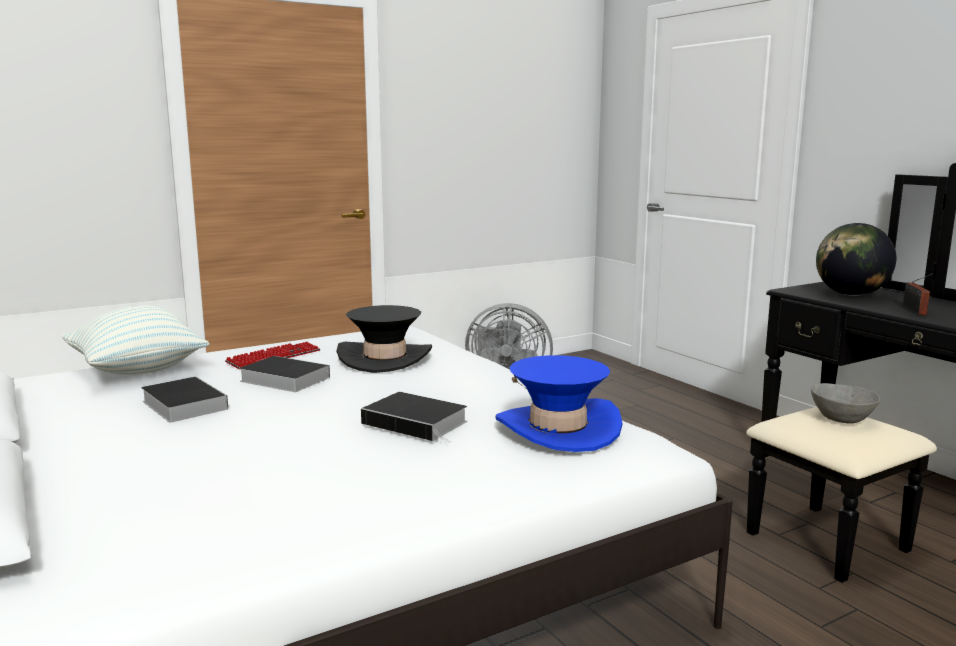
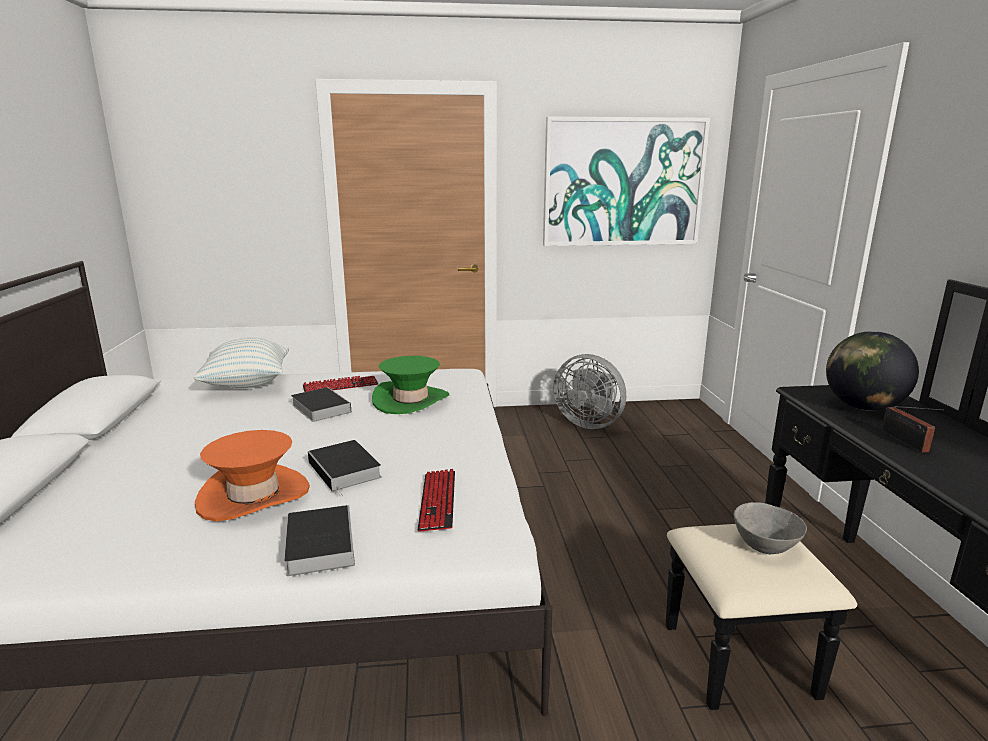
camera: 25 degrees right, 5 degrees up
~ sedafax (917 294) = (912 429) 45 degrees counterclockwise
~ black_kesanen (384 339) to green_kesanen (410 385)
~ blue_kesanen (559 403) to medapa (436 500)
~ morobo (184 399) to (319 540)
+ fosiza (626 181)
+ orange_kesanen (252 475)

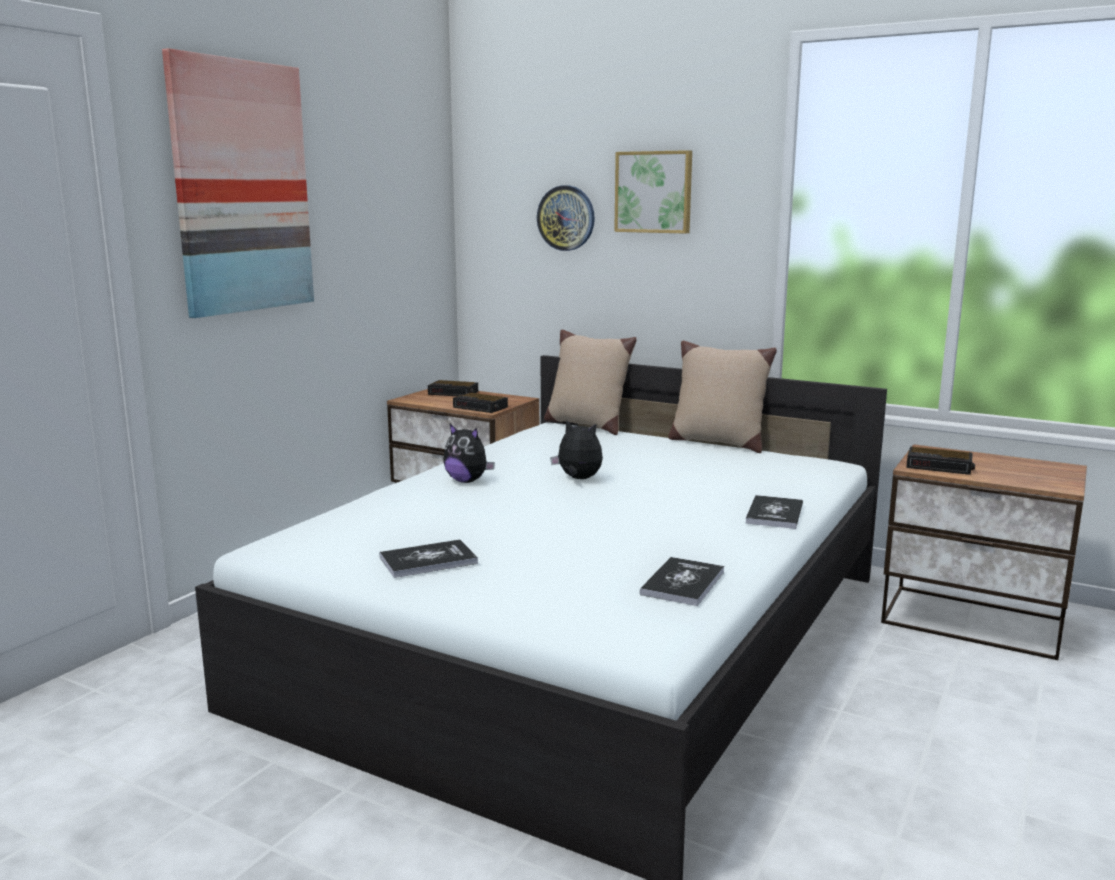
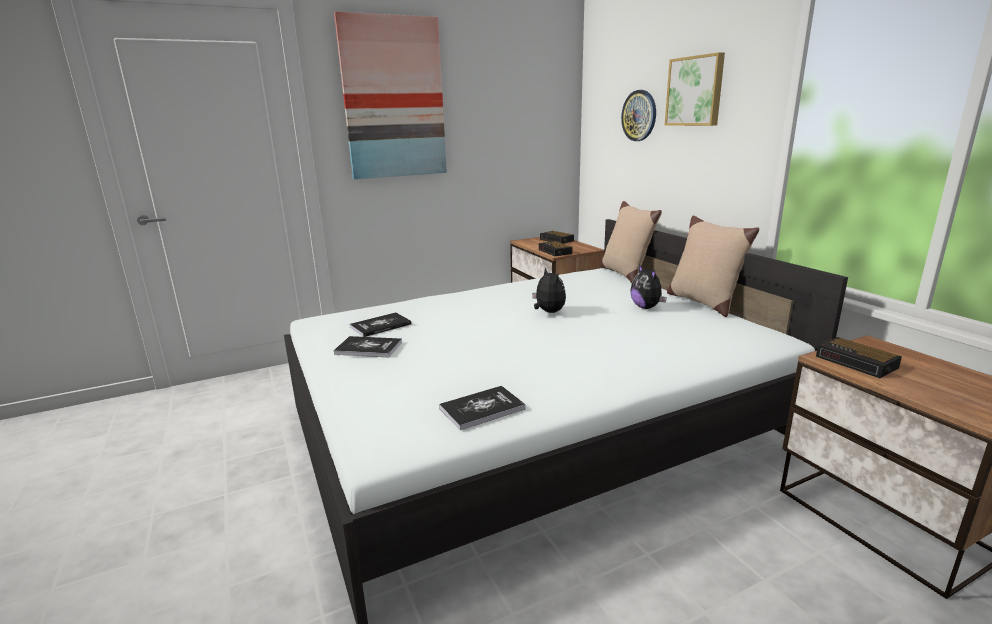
camera: 35 degrees right, 5 degrees up
~ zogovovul (469 453) to (648 286)
~ morobo (774 512) to (381 324)

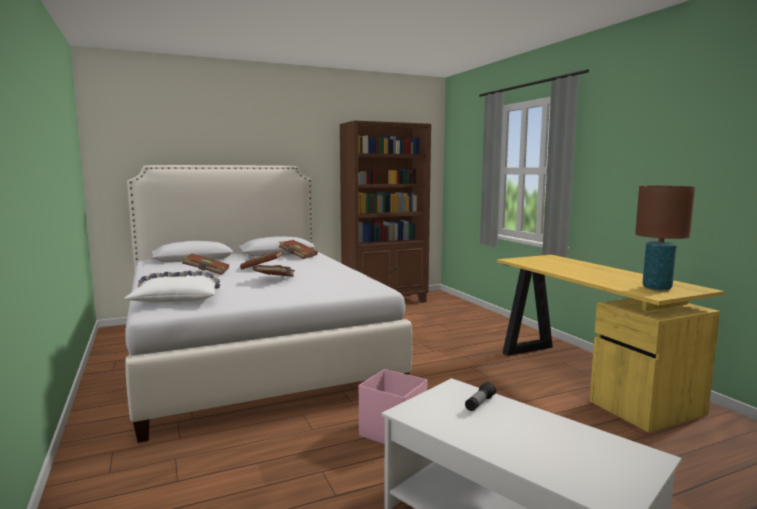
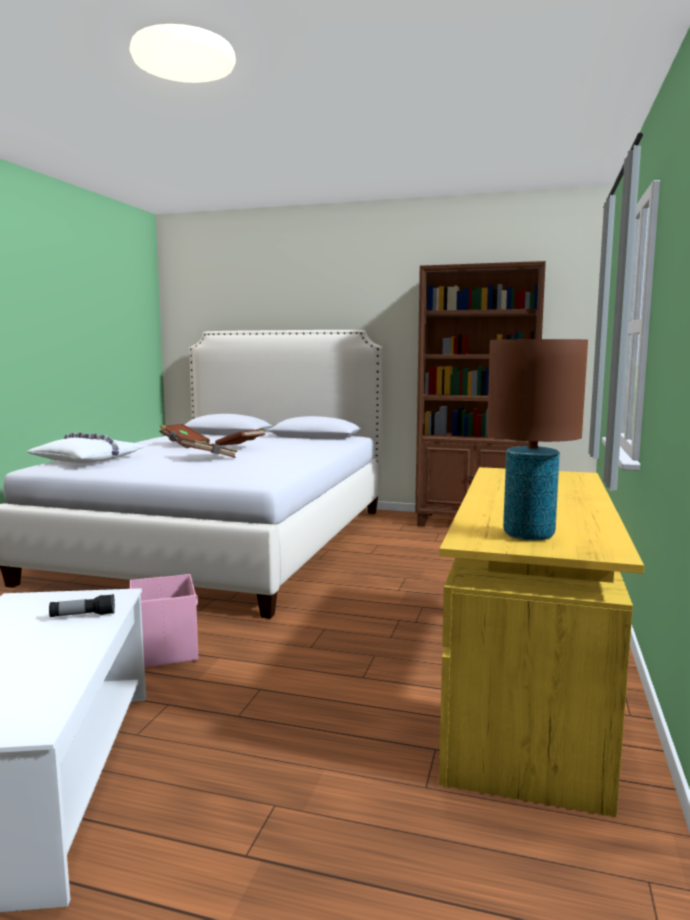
camera: 40 degrees right, 0 degrees up
- brown_morobo (298 249)

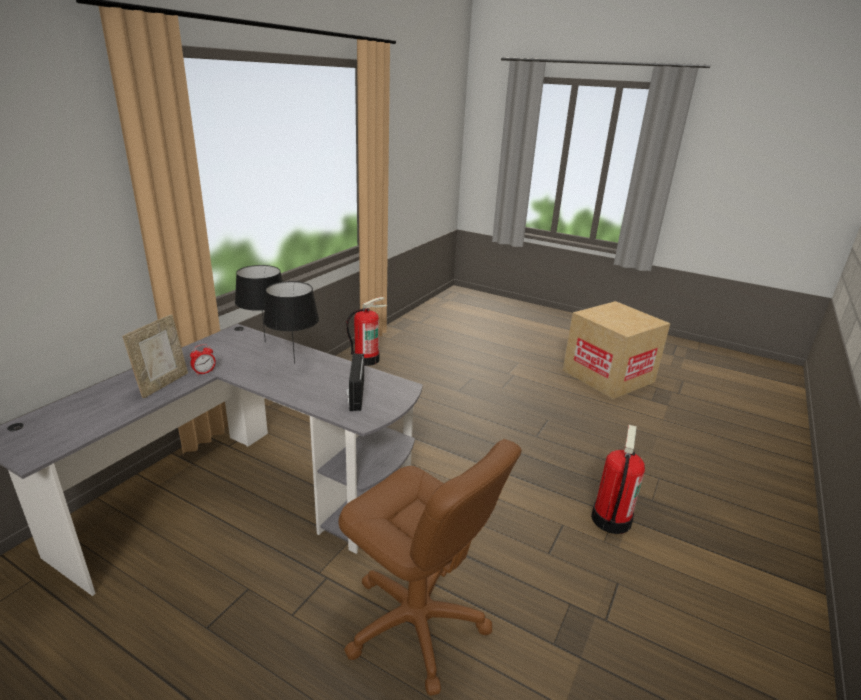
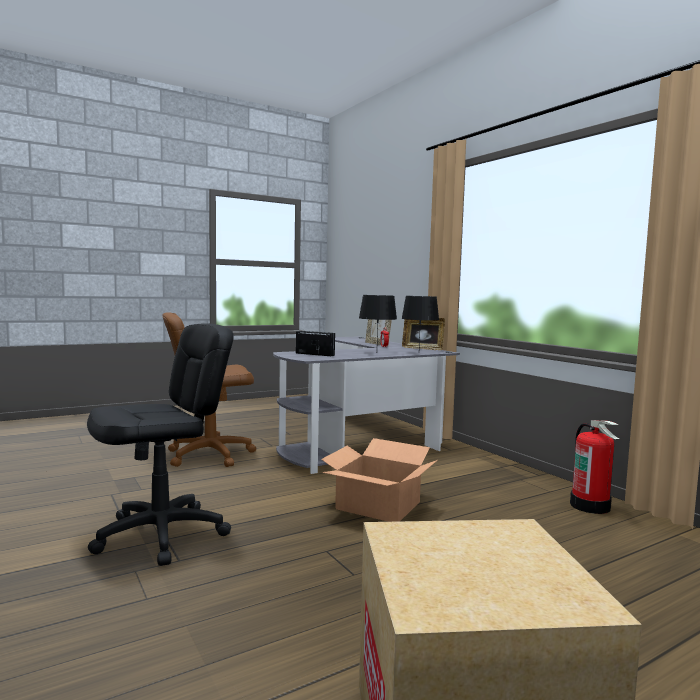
camera: 120 degrees right, 20 degrees down
~ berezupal (618 479) to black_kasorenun (160 445)
+ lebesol (423 334)
+ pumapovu (379 480)

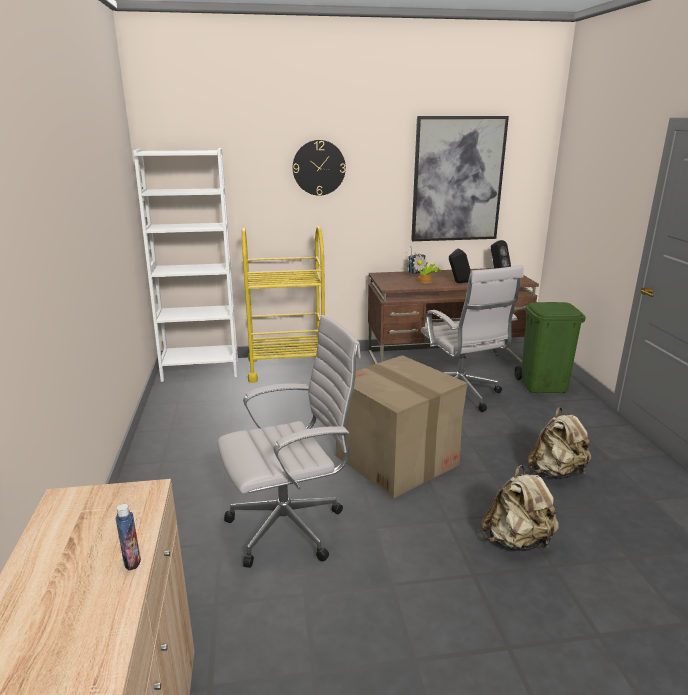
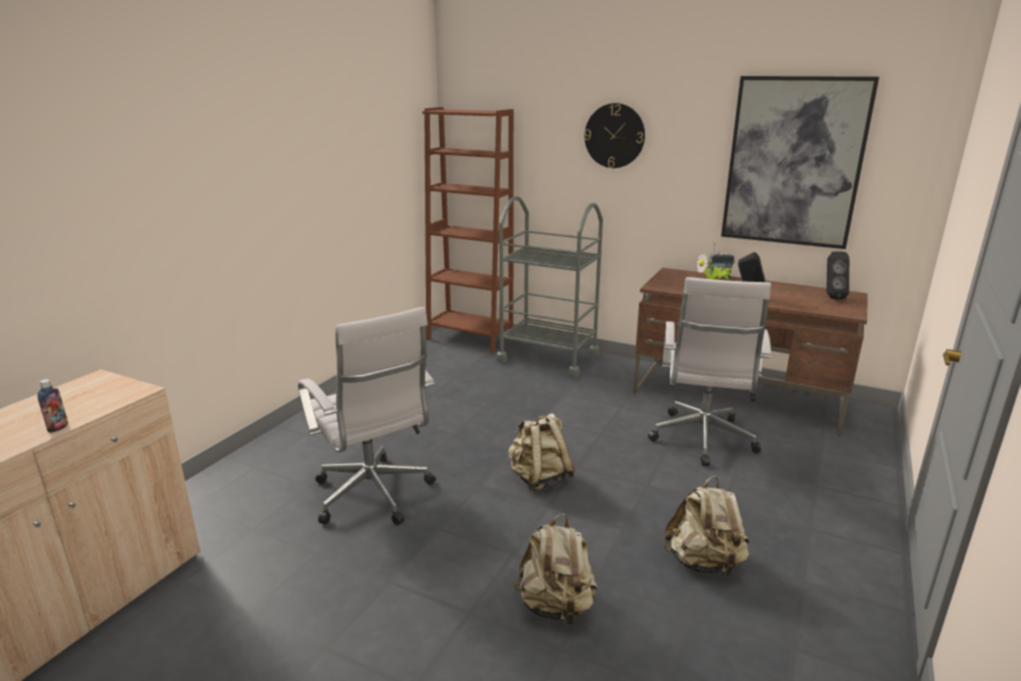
camera: 35 degrees right, 0 degrees up
~ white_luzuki (185 265) to brown_luzuki (468 230)
~ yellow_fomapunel (283 304) to grey_fomapunel (549 287)
- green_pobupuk (550 347)
~ white_kasorenun (289 441) = (367 416) 45 degrees clockwise
~ pumapovu (402 427) to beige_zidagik (541 452)

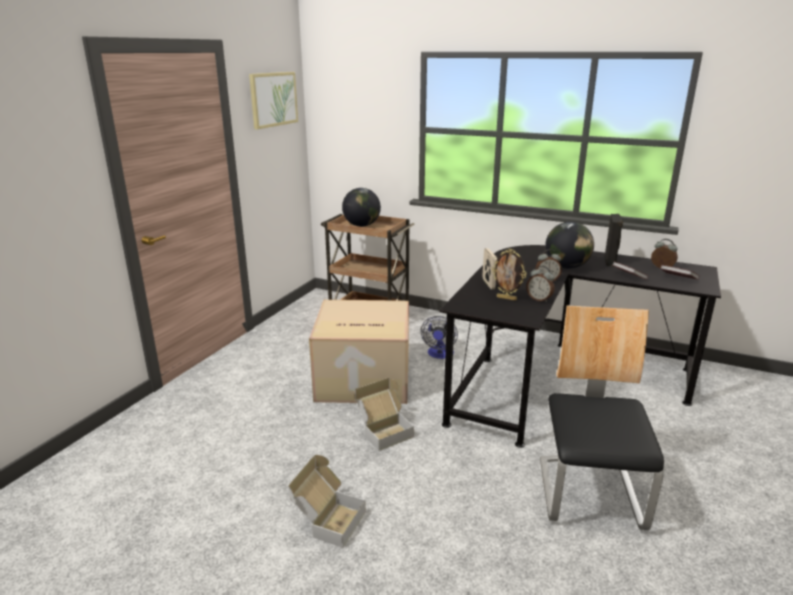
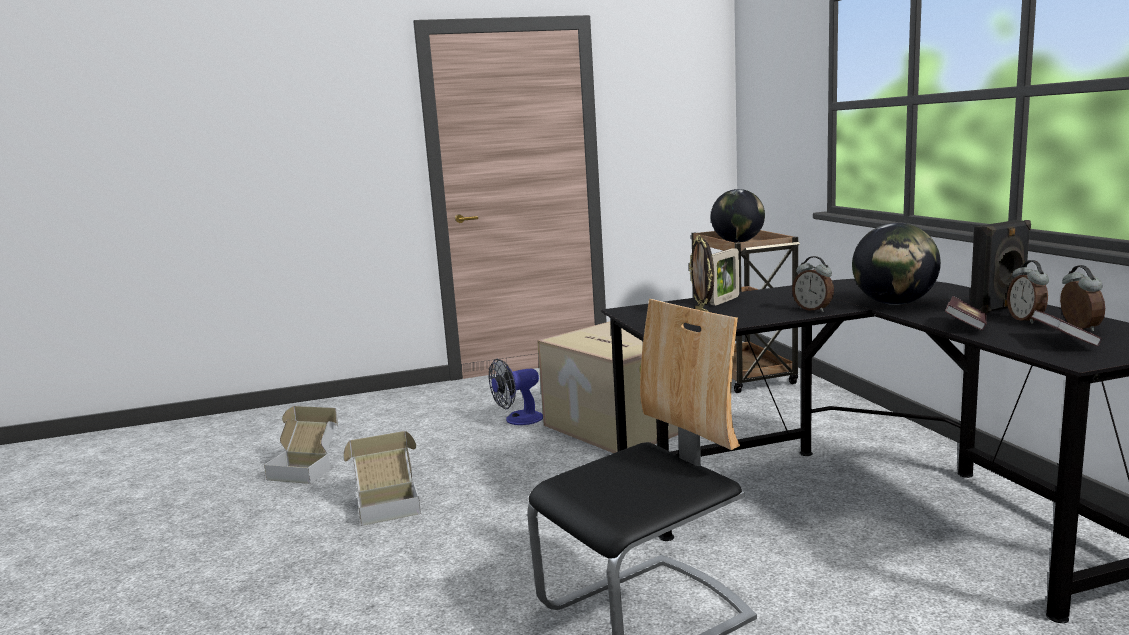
camera: 50 degrees right, 10 degrees down
- fosiza (273 100)
~ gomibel (540 284) to (1028 292)
~ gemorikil (439 337) to (516 392)
~ pumapovu (384 414) to (301 445)

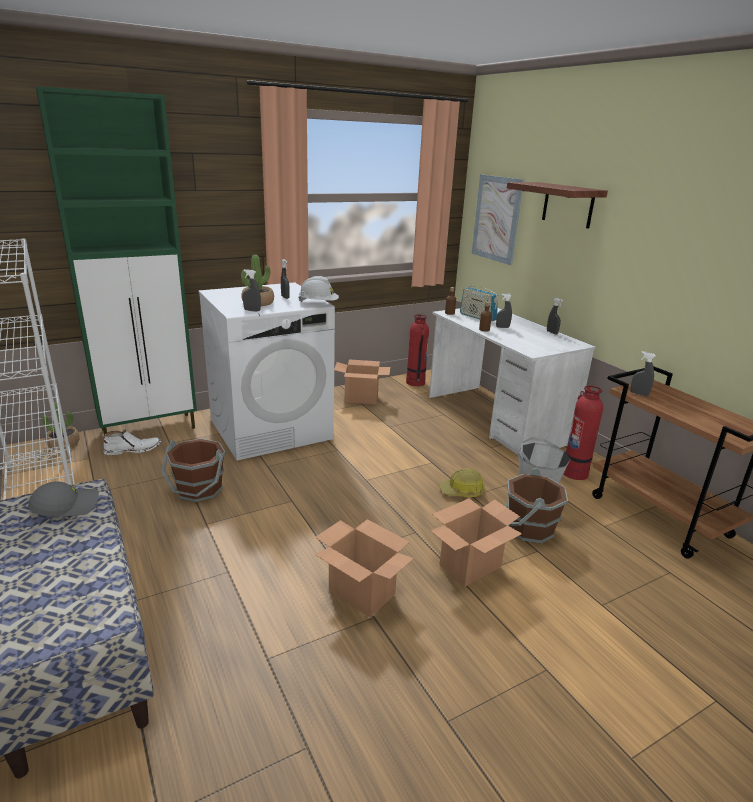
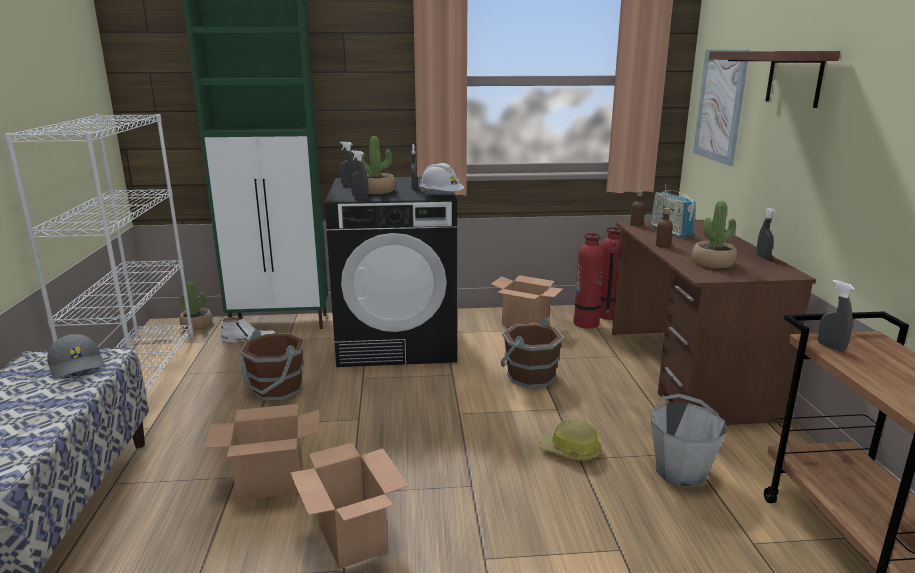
camera: 25 degrees right, 5 degrees down
~ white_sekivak (266 371) to black_sekivak (391 272)
~ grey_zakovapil (504 311) to (348 163)
~ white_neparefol (512 381) to brown_neparefol (714 322)
~ berezupal (583 433) to (589 281)
~ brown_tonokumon (536 505) to (532 353)
~ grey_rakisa (63 499) = (76 356) 60 degrees clockwise
~ pumapovu (476 543) to (262 452)
+ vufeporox (714 234)

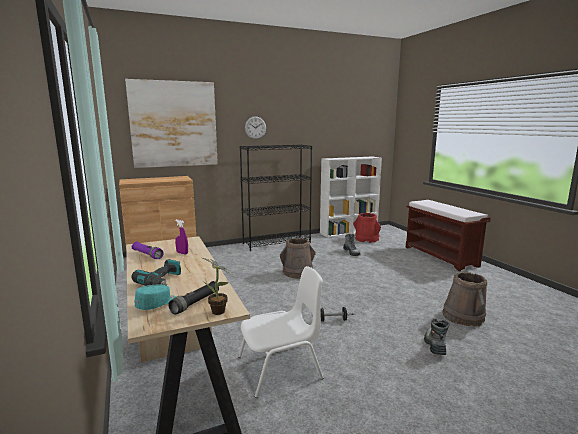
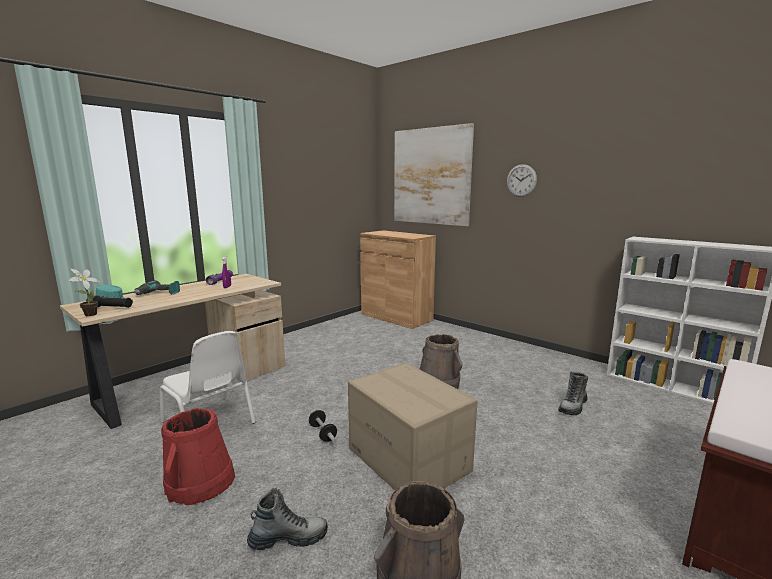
camera: 65 degrees right, 0 degrees up
- black_luzuki (276 197)
~ red_tonokumon (367 228) to (198 456)
+ pumapovu (413 426)

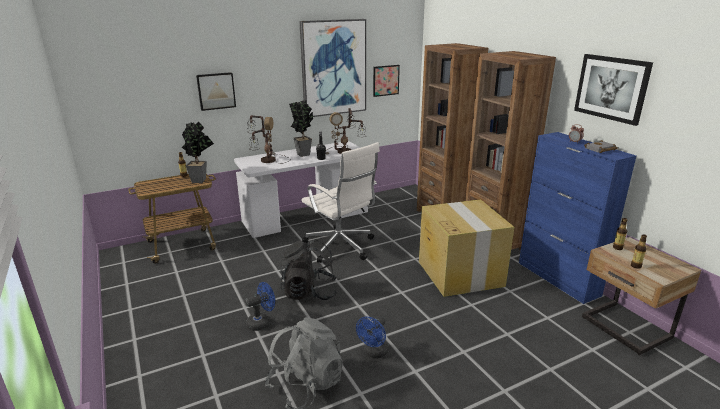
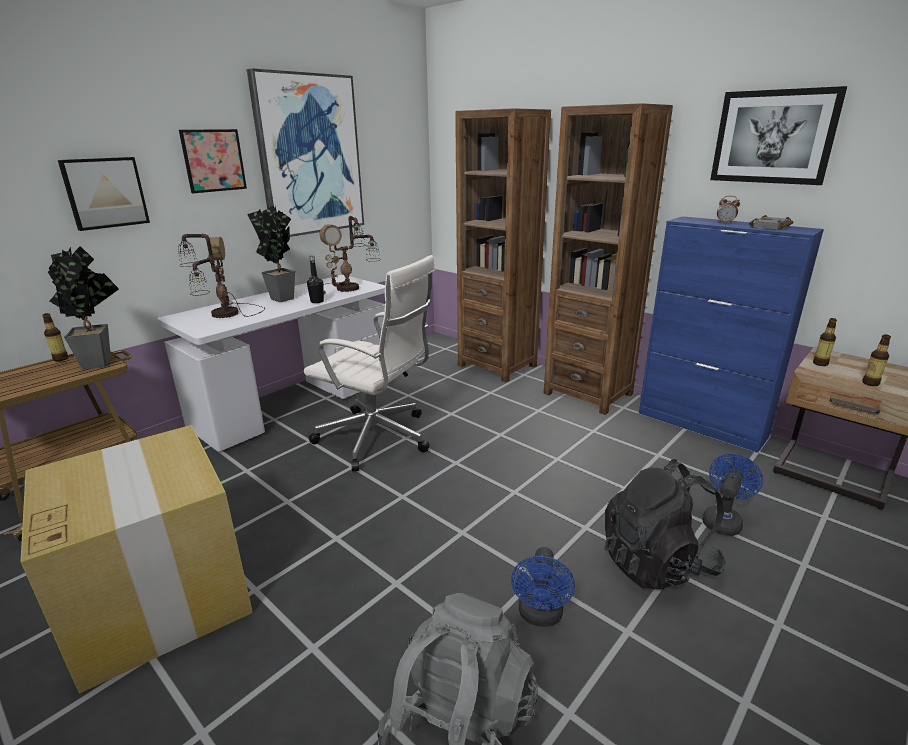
camera: 20 degrees left, 0 degrees up
~ fosiza (386 81) to (213 161)
~ pumapovu (466 248) to (137 559)
~ black_zidagik (308 270) to (665 524)
~ blue_gemorikil (260 306) to (732 495)

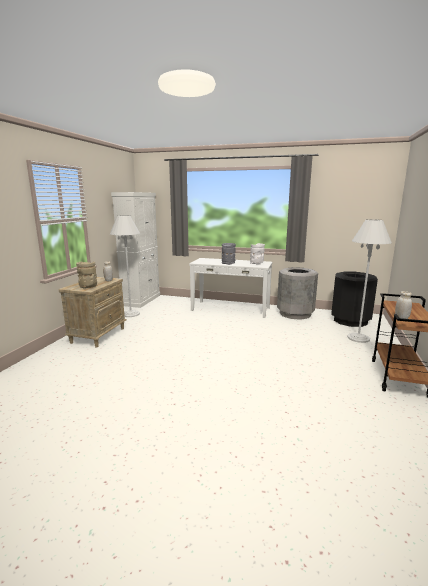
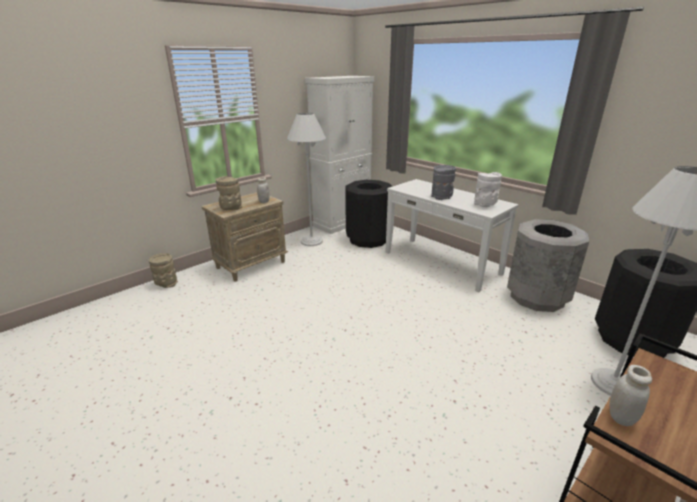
camera: 30 degrees right, 10 degrees up
+ black_pobupuk (368 214)
+ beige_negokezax (163 270)

